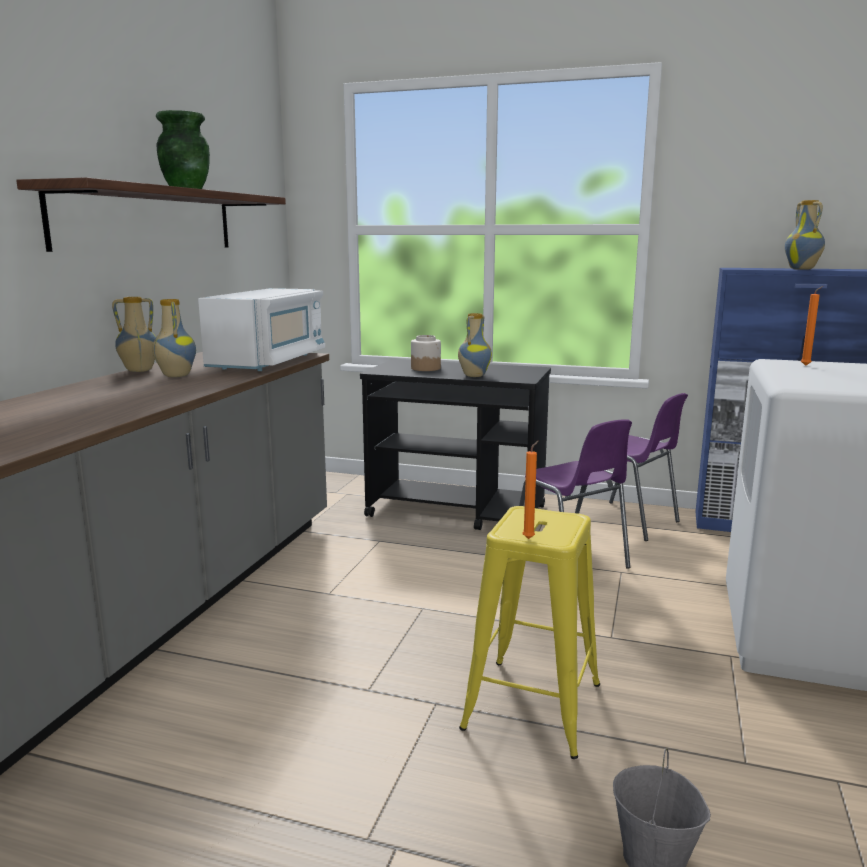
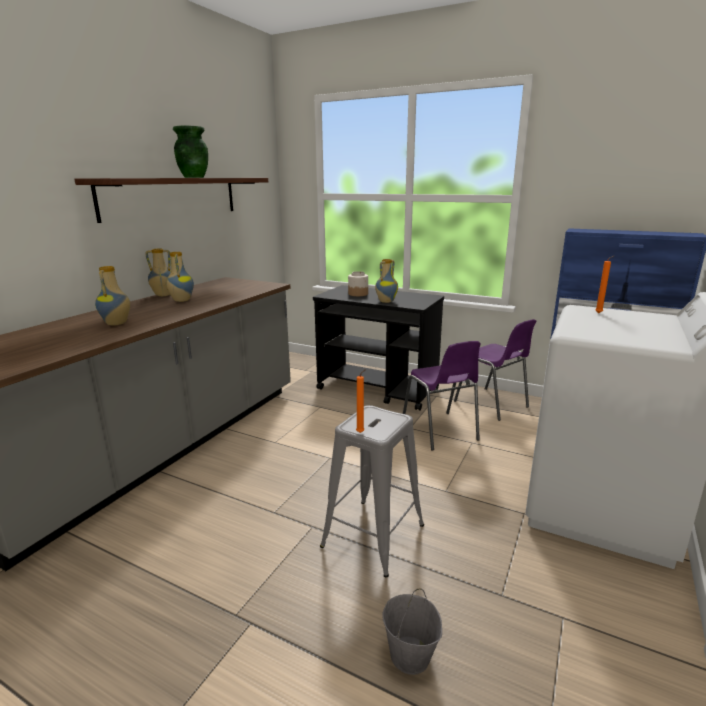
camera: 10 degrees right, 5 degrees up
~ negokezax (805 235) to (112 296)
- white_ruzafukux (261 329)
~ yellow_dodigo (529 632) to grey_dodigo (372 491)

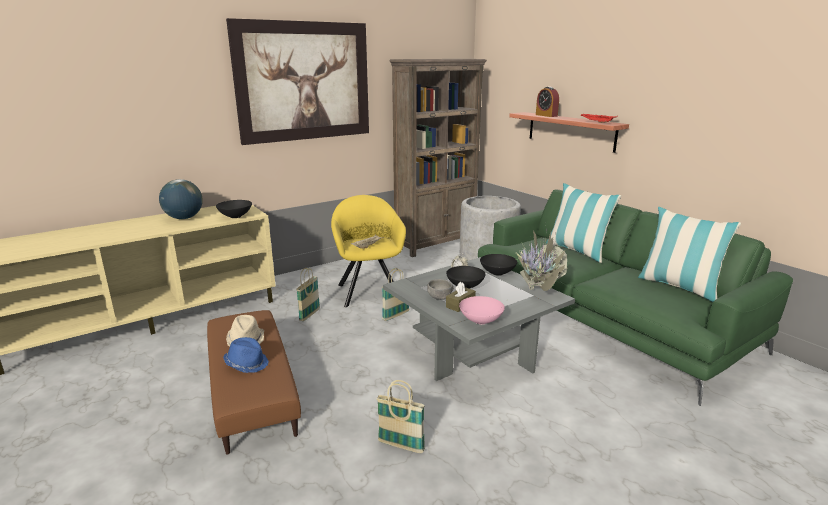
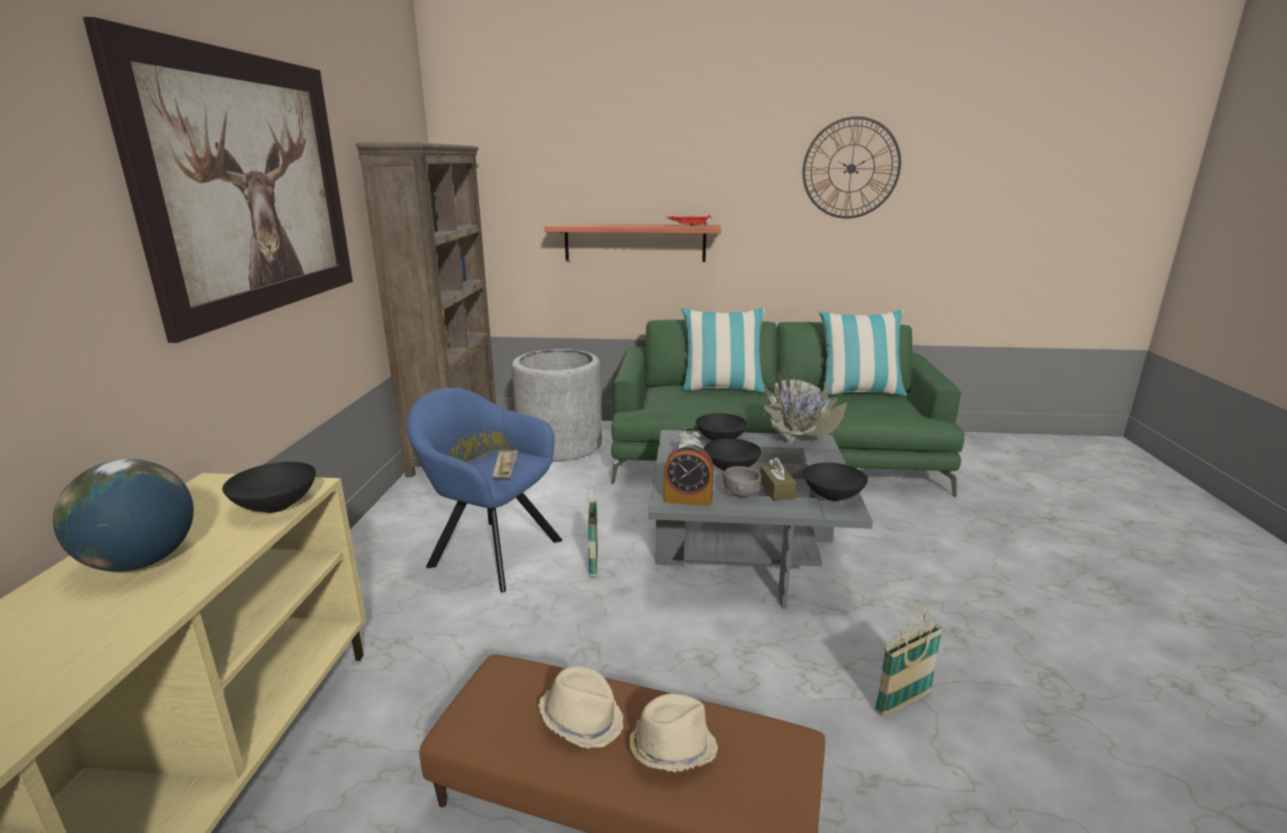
camera: 50 degrees left, 0 degrees up
~ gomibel (547 102) to (688 475)
~ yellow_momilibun (368 251) to blue_momilibun (484 490)
- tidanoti (308 294)
~ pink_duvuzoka (482 310) to black_duvuzoka (835 482)
~ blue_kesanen (246 355) to beige_kesanen (674 733)
+ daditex (852 167)

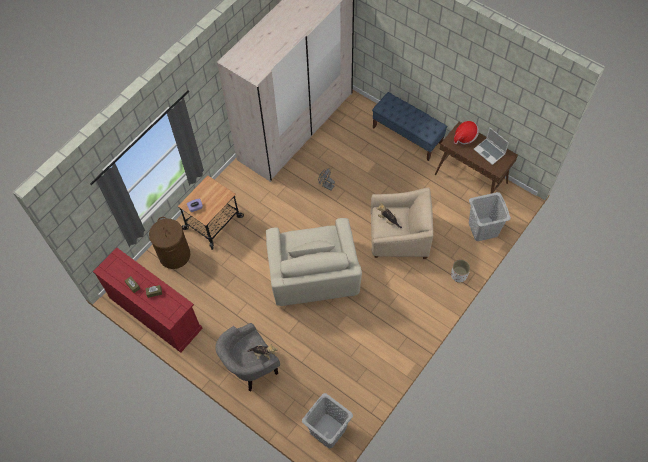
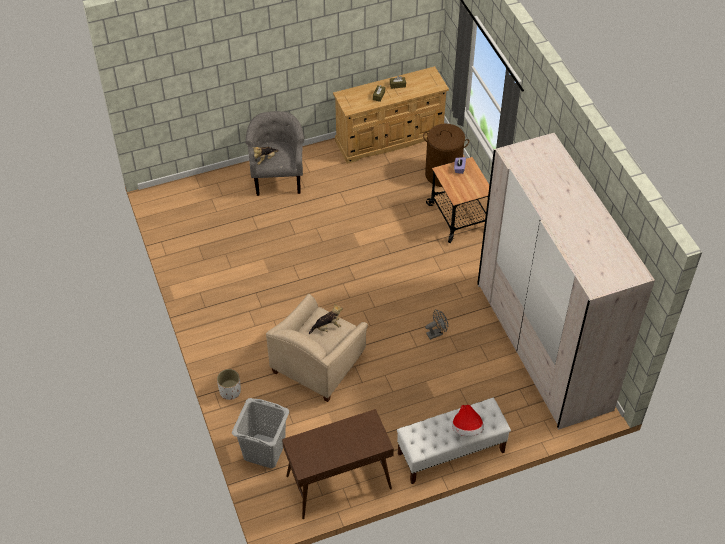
camera: 120 degrees right, 10 degrees down
~ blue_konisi (409 126) to white_konisi (454 441)
~ kesanen (466 132) to (468 420)
- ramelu (491 146)
- beige_momilibun (314 262)
~ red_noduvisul (148 300) to beige_noduvisul (391 115)
- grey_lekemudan (327 421)

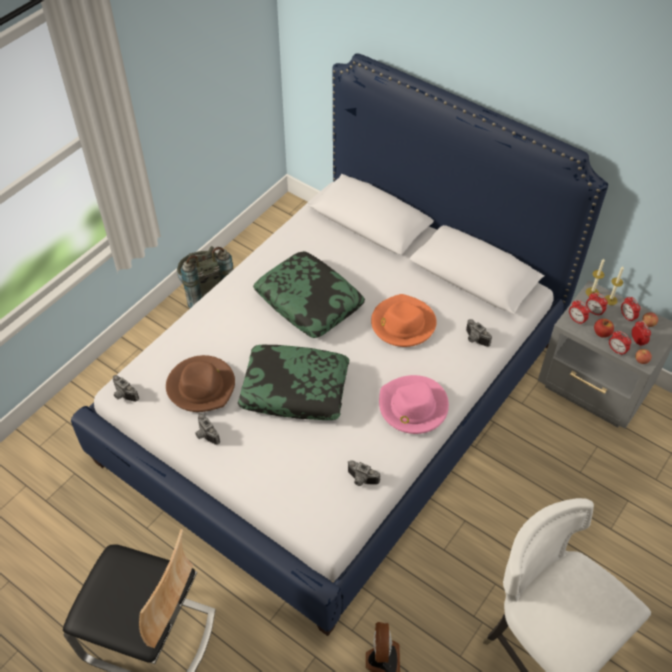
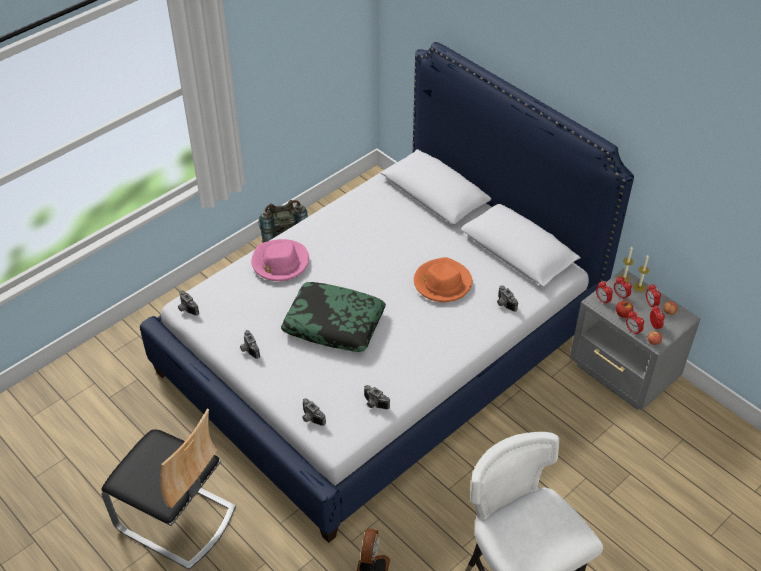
camera: 10 degrees right, 5 degrees down
- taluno (309 294)
- brown_kesanen (200 383)
~ pink_kesanen (414 404) to (280 260)
+ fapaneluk (314 412)

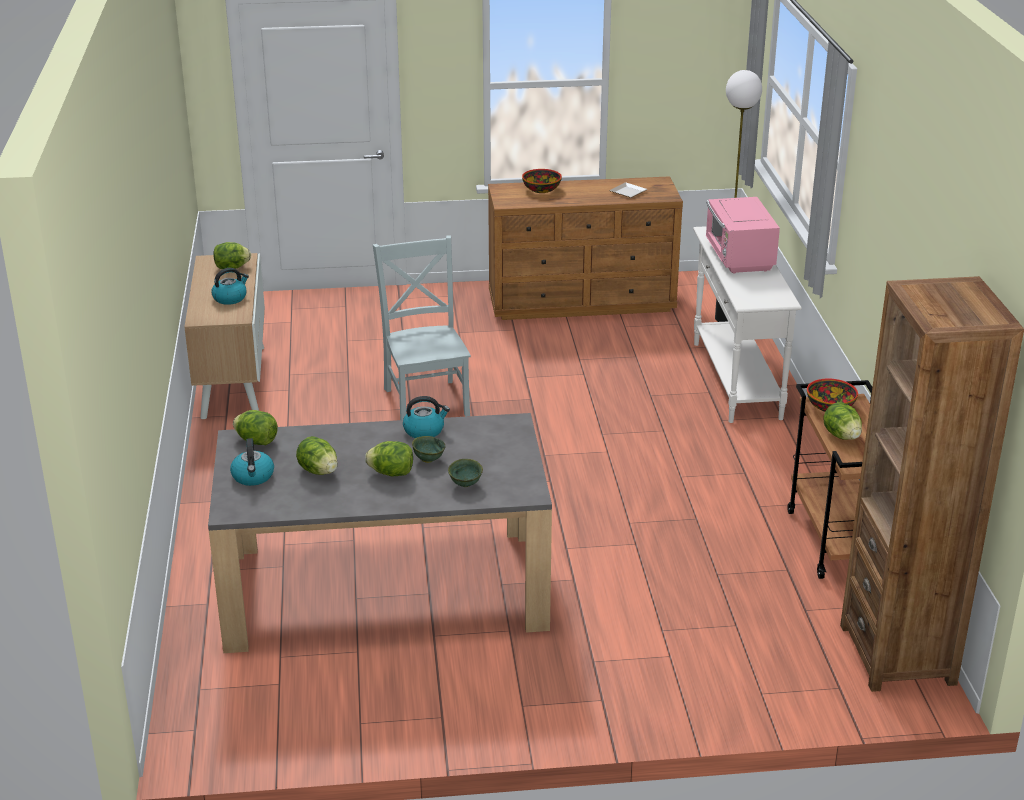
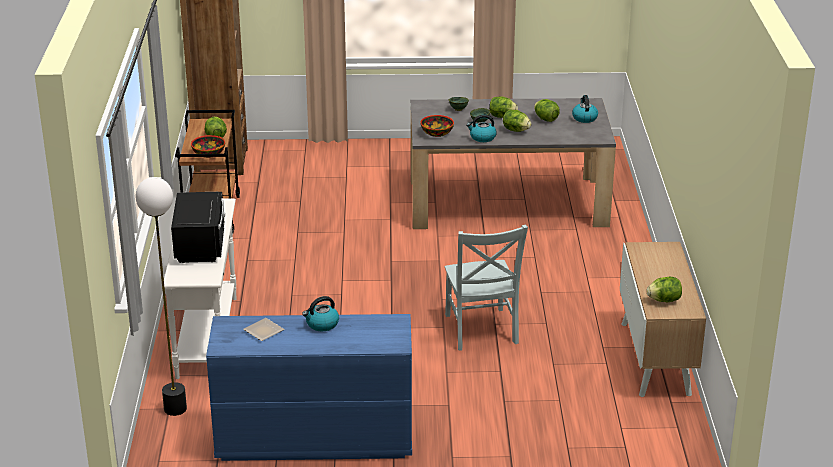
camera: 175 degrees left, 0 degrees up
~ duvuzoka (542 181) to (437 126)
~ brown_noduvisul (585 248) to blue_noduvisul (309 387)
~ pink_ruzafukux (743 235) to black_ruzafukux (198 227)
~ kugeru (230 286) to (320 313)
~ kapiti (255 427) to (517 121)

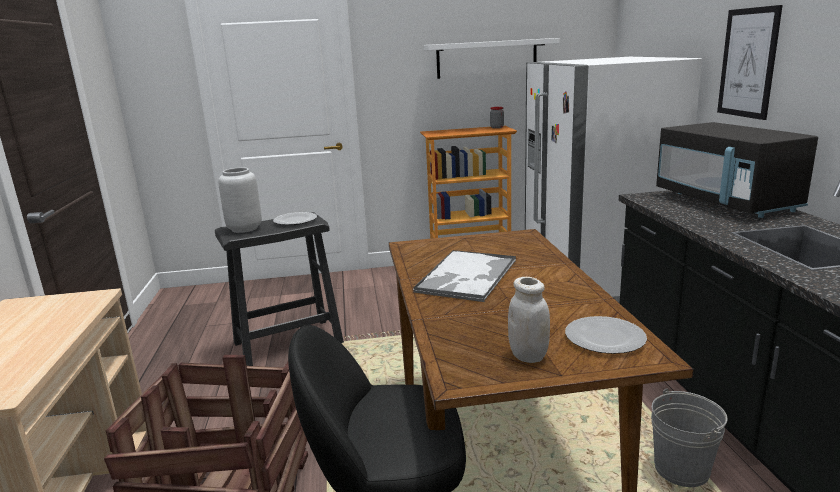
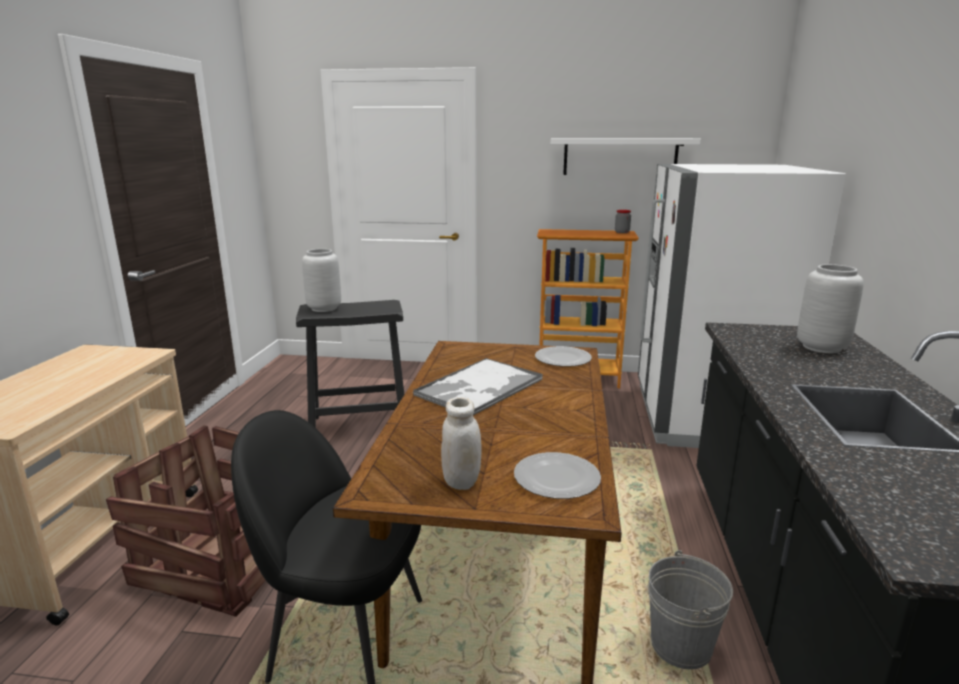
camera: 15 degrees right, 0 degrees up
- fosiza (750 62)
~ black_ruzafukux (737 170) to grey_negokezax (830 308)
~ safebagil (295 218) to (563 356)

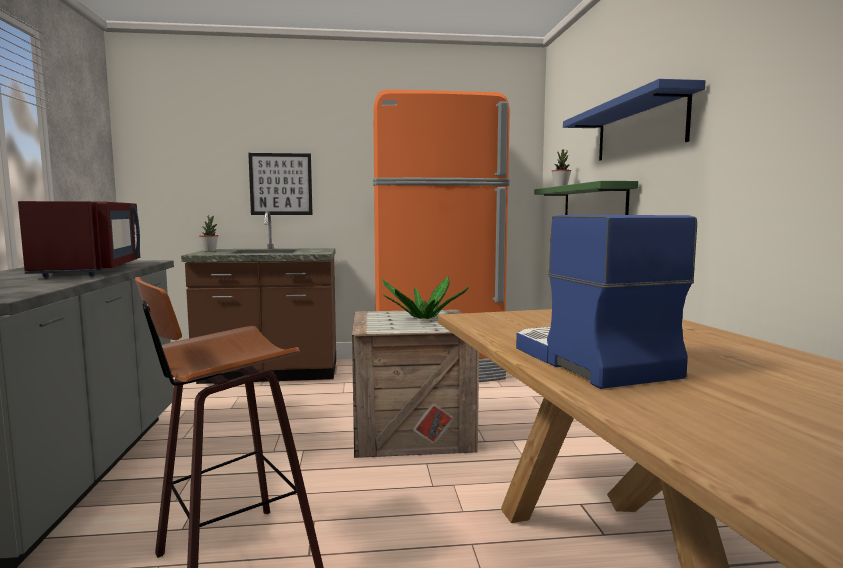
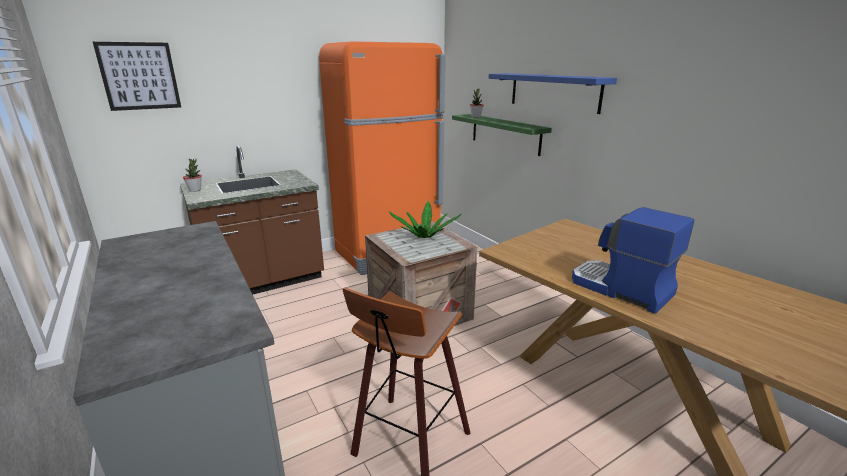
camera: 25 degrees left, 15 degrees up
~ fosiza (280 184) to (137 76)
- red_ruzafukux (79 239)

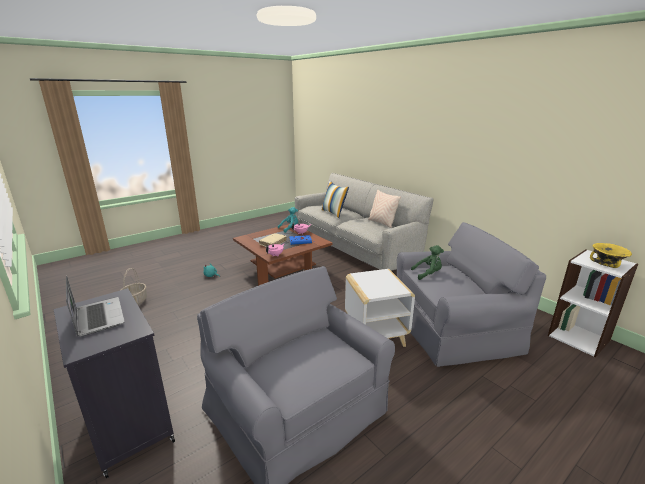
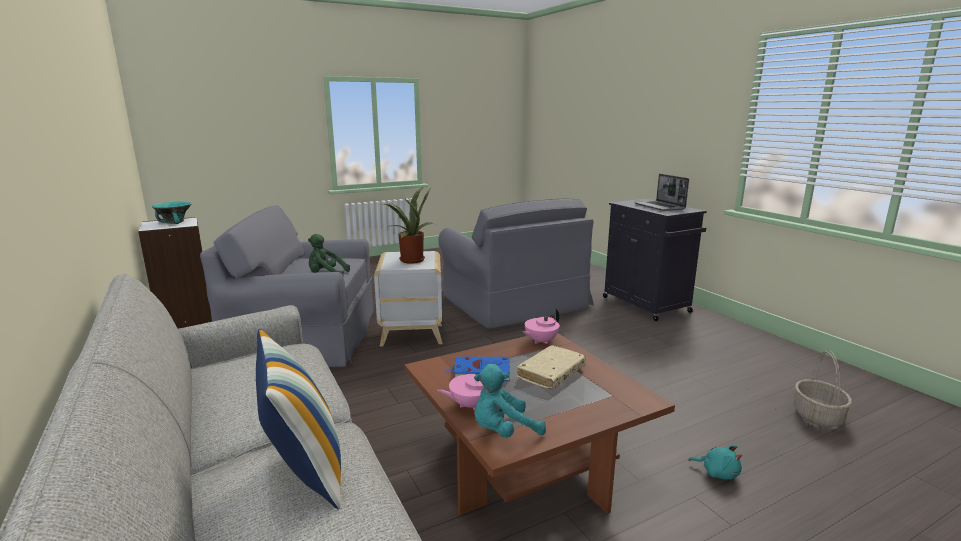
camera: 170 degrees left, 5 degrees down
- beige_taluno (384 209)
~ yellow_duvuzoka (611 255) to turquoise_duvuzoka (172 213)
+ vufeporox (410 225)

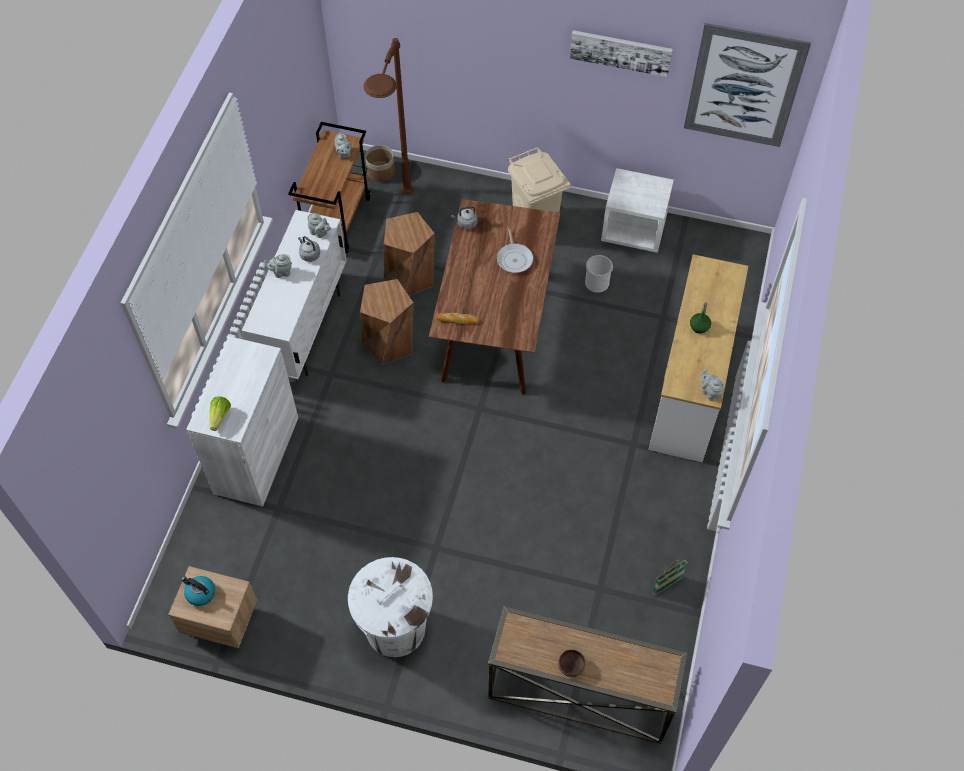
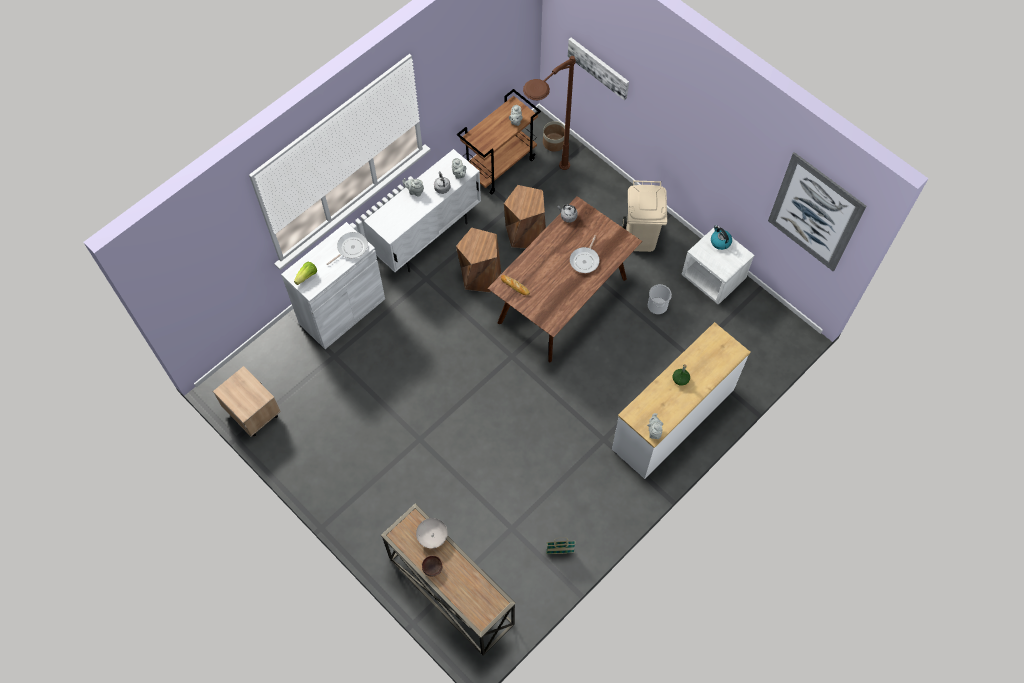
camera: 30 degrees right, 5 degrees up
~ fosiza (621 53) to (598 69)
- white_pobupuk (390 607)
~ kugeru (198 591) to (721 237)
+ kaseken (347 248)
+ white_duvuzoka (432 533)

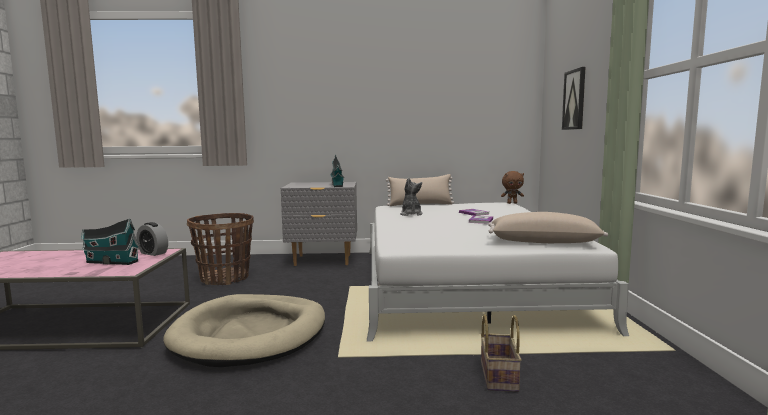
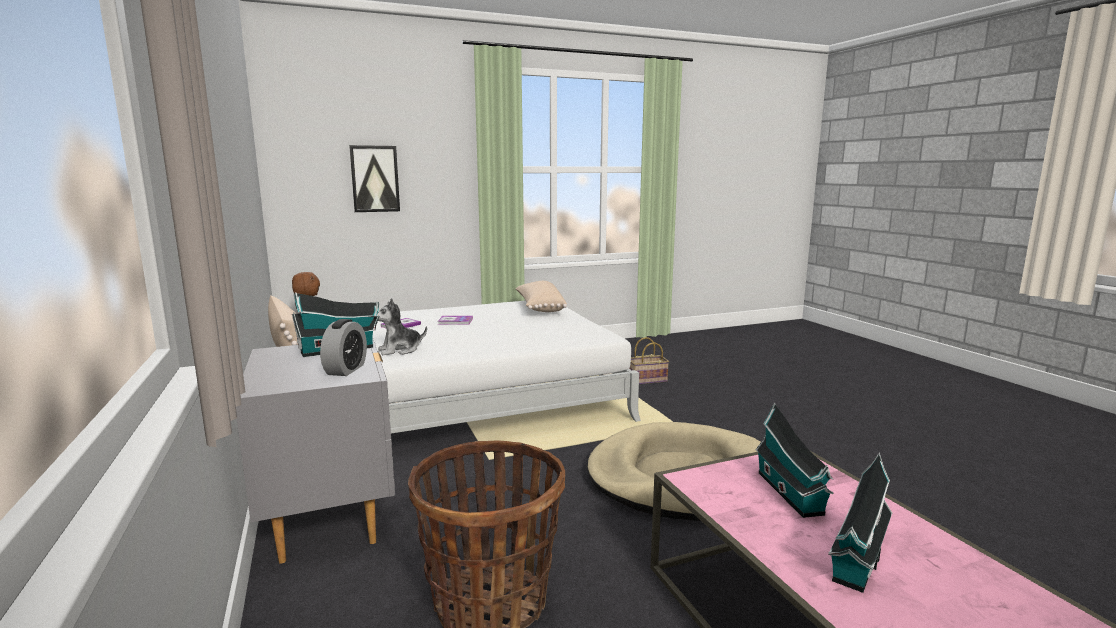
camera: 110 degrees left, 5 degrees up
~ gomibel (152 239) to (343 347)
+ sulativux (860 522)

